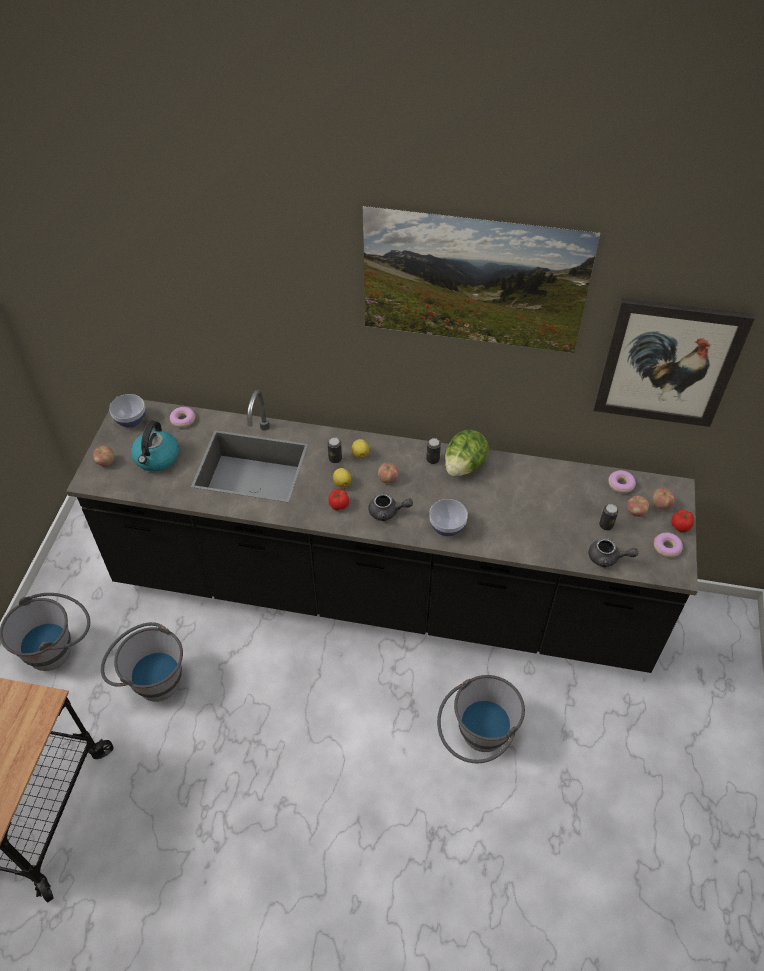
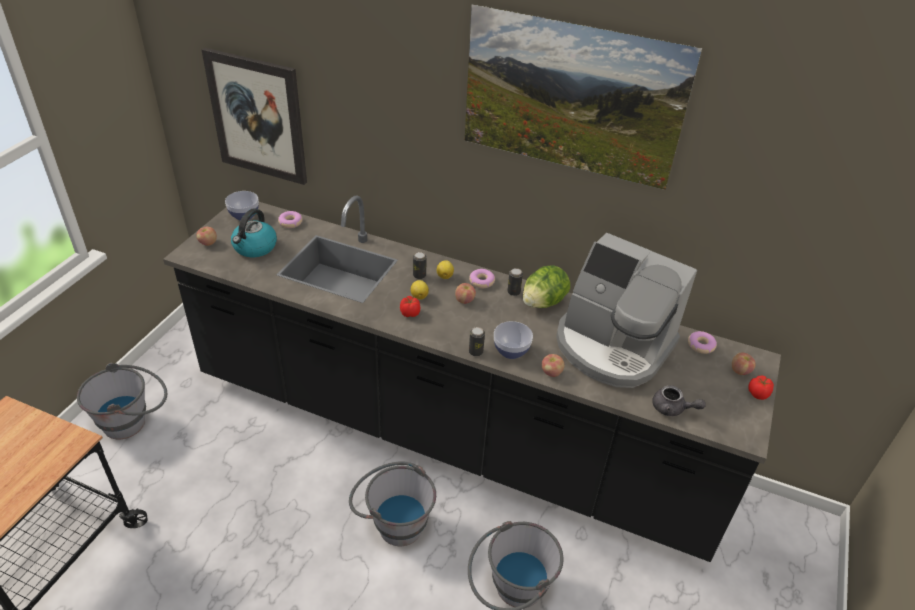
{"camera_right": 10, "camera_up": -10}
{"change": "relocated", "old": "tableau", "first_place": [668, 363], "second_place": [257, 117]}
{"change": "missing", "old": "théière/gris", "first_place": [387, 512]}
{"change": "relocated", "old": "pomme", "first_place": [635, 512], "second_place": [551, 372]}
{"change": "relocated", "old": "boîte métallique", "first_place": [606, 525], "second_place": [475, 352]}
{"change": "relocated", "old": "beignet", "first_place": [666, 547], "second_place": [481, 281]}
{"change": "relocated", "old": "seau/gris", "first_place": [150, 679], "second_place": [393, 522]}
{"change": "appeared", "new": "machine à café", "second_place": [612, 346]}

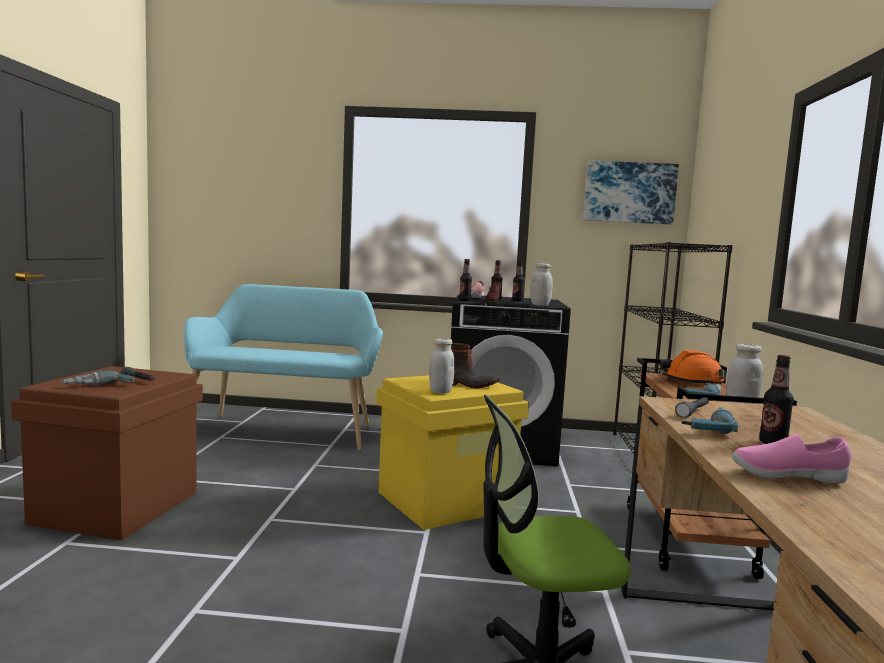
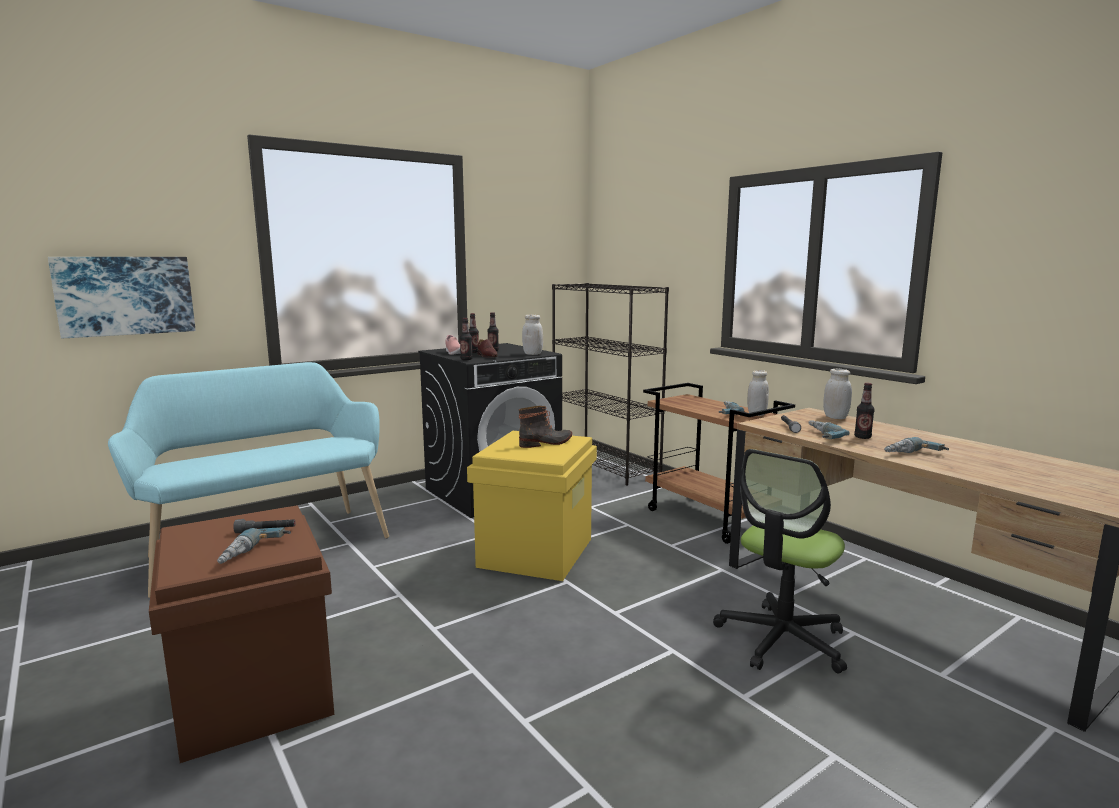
{"camera_right": -40, "camera_up": 5}
{"change": "relocated", "old": "tableau", "first_place": [629, 193], "second_place": [125, 295]}
{"change": "relocated", "old": "bocal/blanc", "first_place": [440, 391], "second_place": [835, 417]}
{"change": "missing", "old": "casque de chantier/orange", "first_place": [690, 382]}
{"change": "exchanged", "old": "chaussure/rose", "new": "perceuse", "first_place": [786, 477], "second_place": [914, 455]}

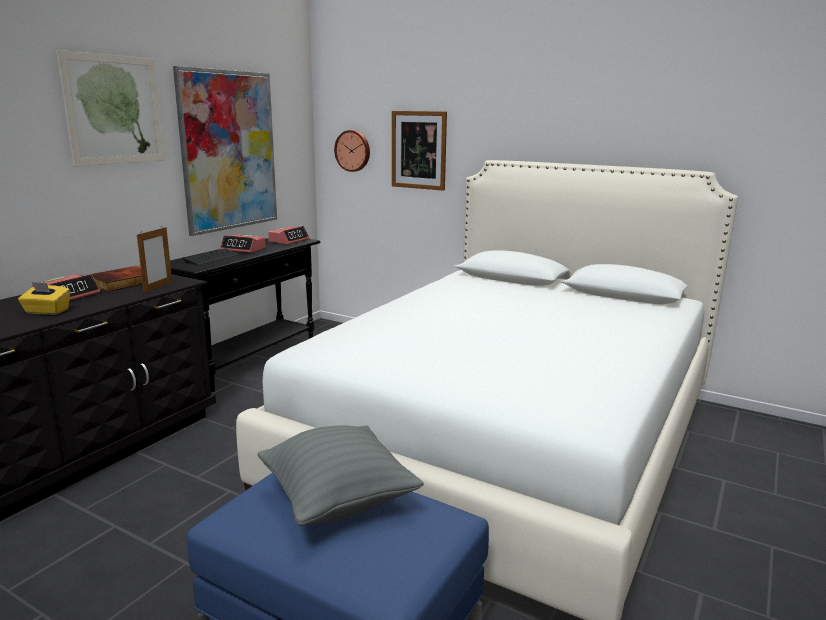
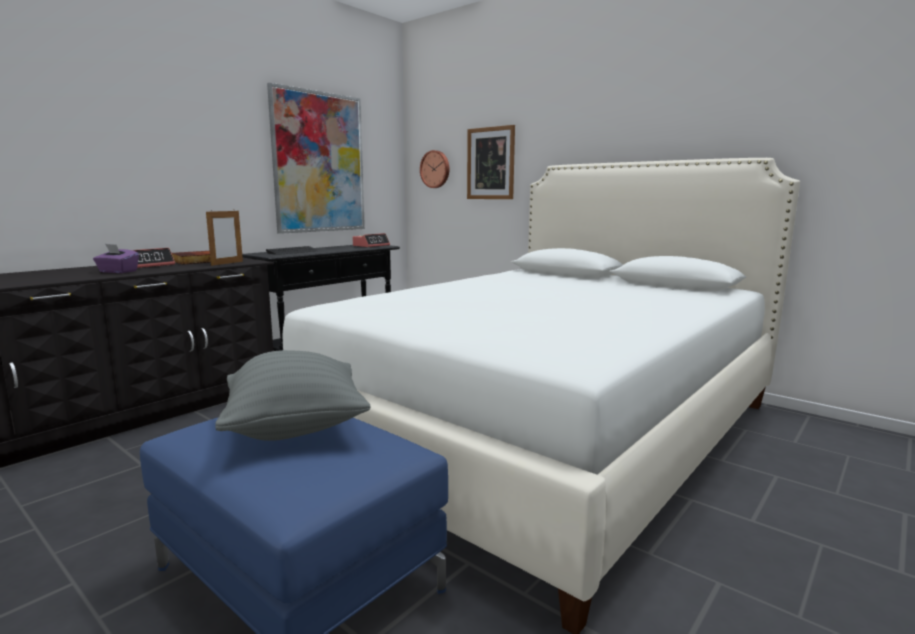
{"camera_right": 10, "camera_up": -5}
{"change": "missing", "old": "tableau", "first_place": [114, 110]}
{"change": "missing", "old": "réveil", "first_place": [243, 249]}
{"change": "colour", "old": "boîte à mouchoirs/jaune", "new": "boîte à mouchoirs/violet", "first_place": [47, 311], "second_place": [117, 272]}

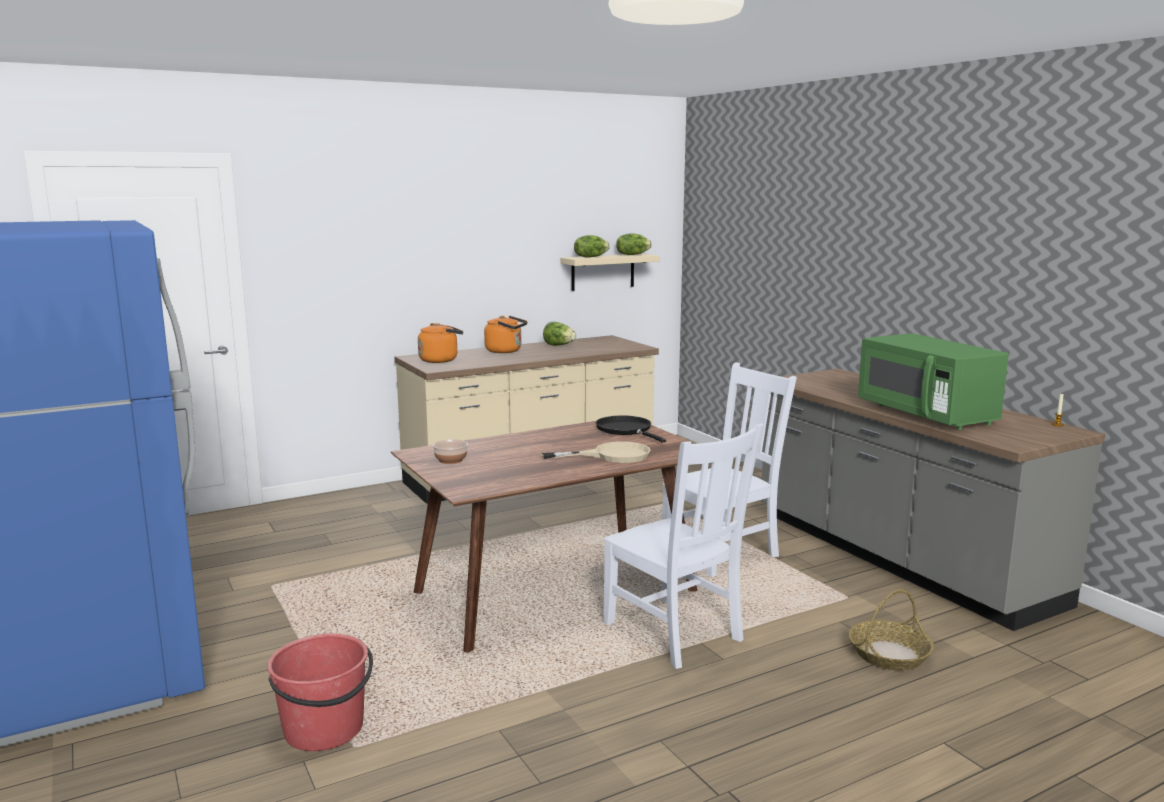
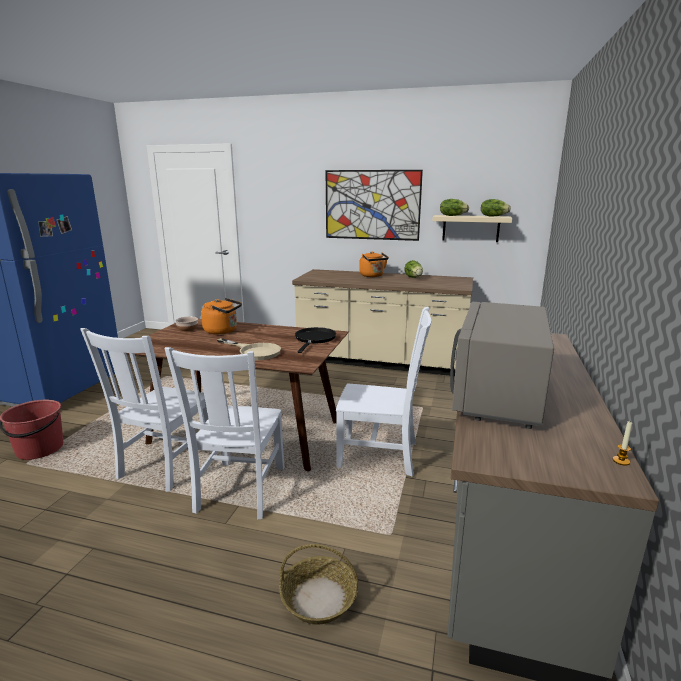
{"camera_right": 45, "camera_up": 5}
{"change": "relocated", "old": "bouilloire/orange", "first_place": [440, 360], "second_place": [223, 331]}
{"change": "colour", "old": "micro-ondes/vert", "new": "micro-ondes/gris", "first_place": [926, 414], "second_place": [497, 395]}
{"change": "appeared", "new": "tableau", "second_place": [372, 205]}
{"change": "appeared", "new": "chaise/blanc", "second_place": [165, 465]}

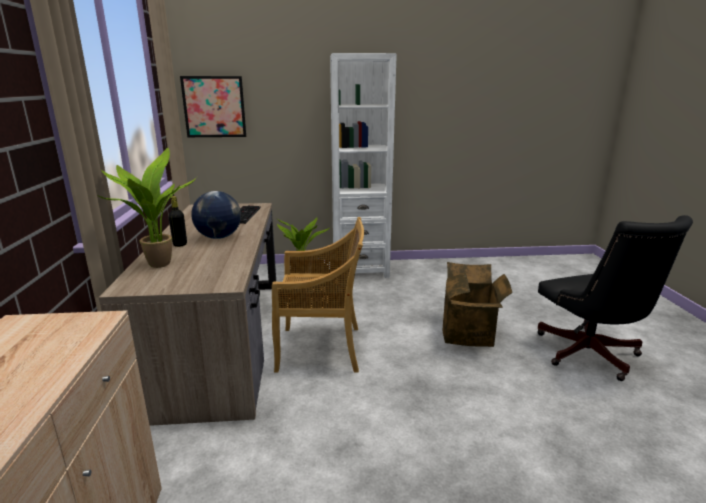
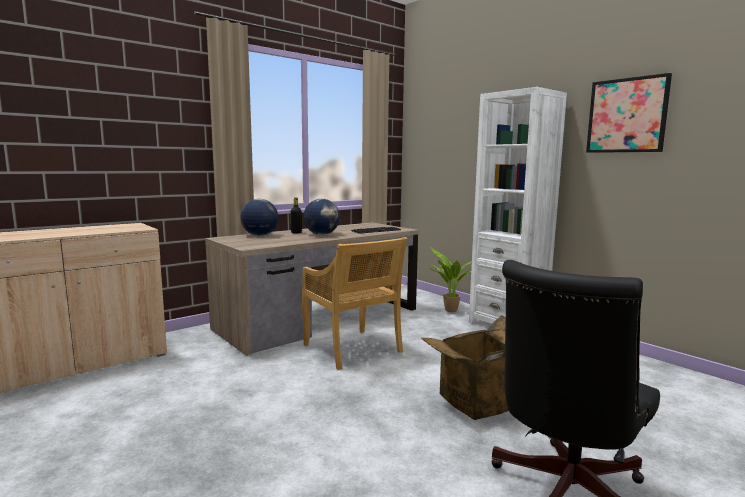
{"camera_right": 55, "camera_up": -10}
{"change": "relocated", "old": "tableau", "first_place": [214, 107], "second_place": [627, 115]}
{"change": "exchanged", "old": "plante en pot", "new": "globe", "first_place": [157, 264], "second_place": [259, 235]}

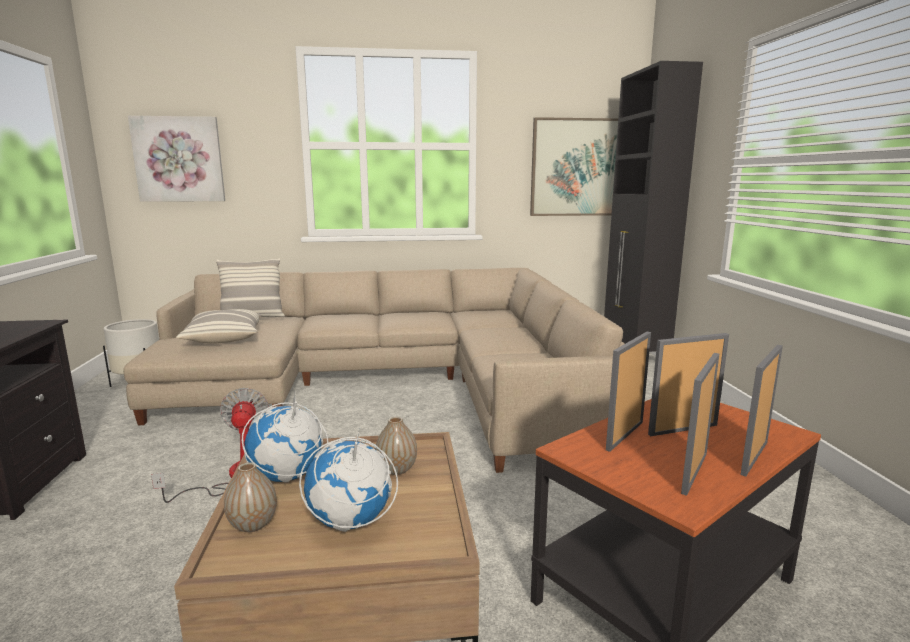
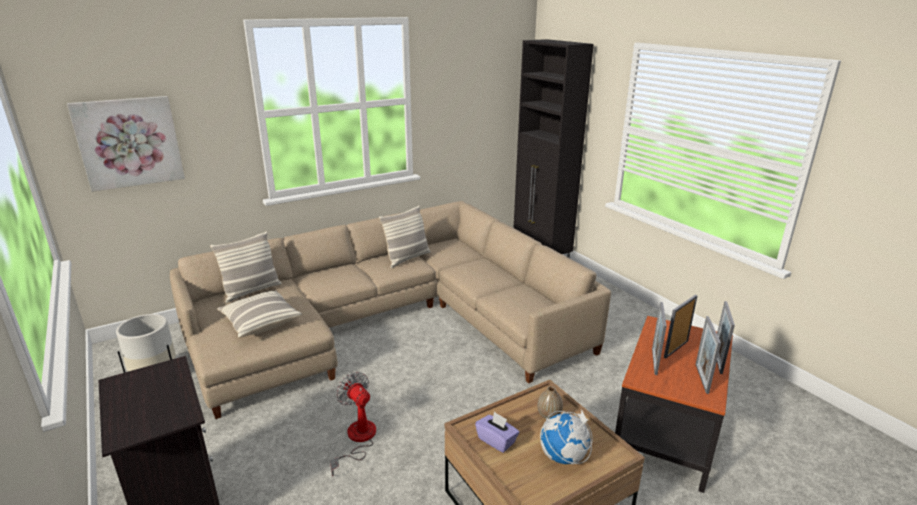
{"camera_right": -25, "camera_up": 10}
{"change": "missing", "old": "tableau", "first_place": [577, 167]}
{"change": "exchanged", "old": "globe", "new": "boîte à mouchoirs/violet", "first_place": [287, 477], "second_place": [496, 440]}
{"change": "missing", "old": "vase", "first_place": [253, 524]}
{"change": "appeared", "new": "coussin", "second_place": [407, 258]}

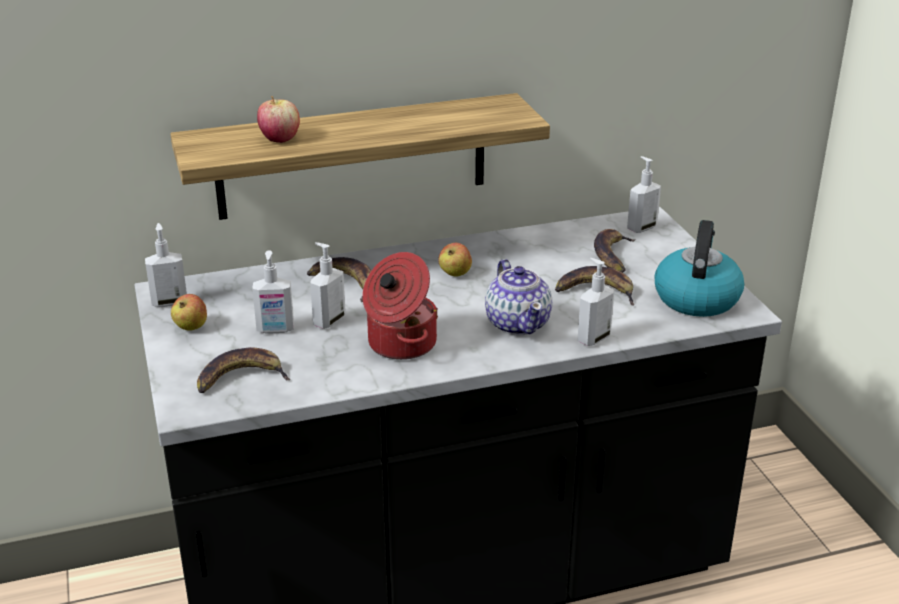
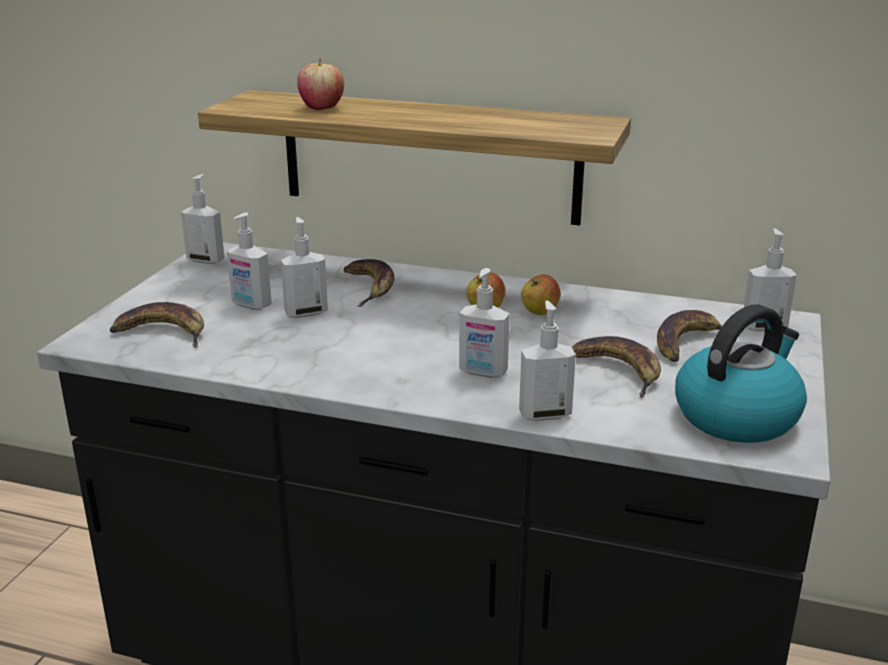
{"camera_right": 35, "camera_up": -5}
{"change": "missing", "old": "marmite", "first_place": [400, 343]}
{"change": "exchanged", "old": "théière", "new": "distributeur de savon", "first_place": [518, 323], "second_place": [482, 372]}
{"change": "relocated", "old": "pomme", "first_place": [191, 327], "second_place": [540, 312]}

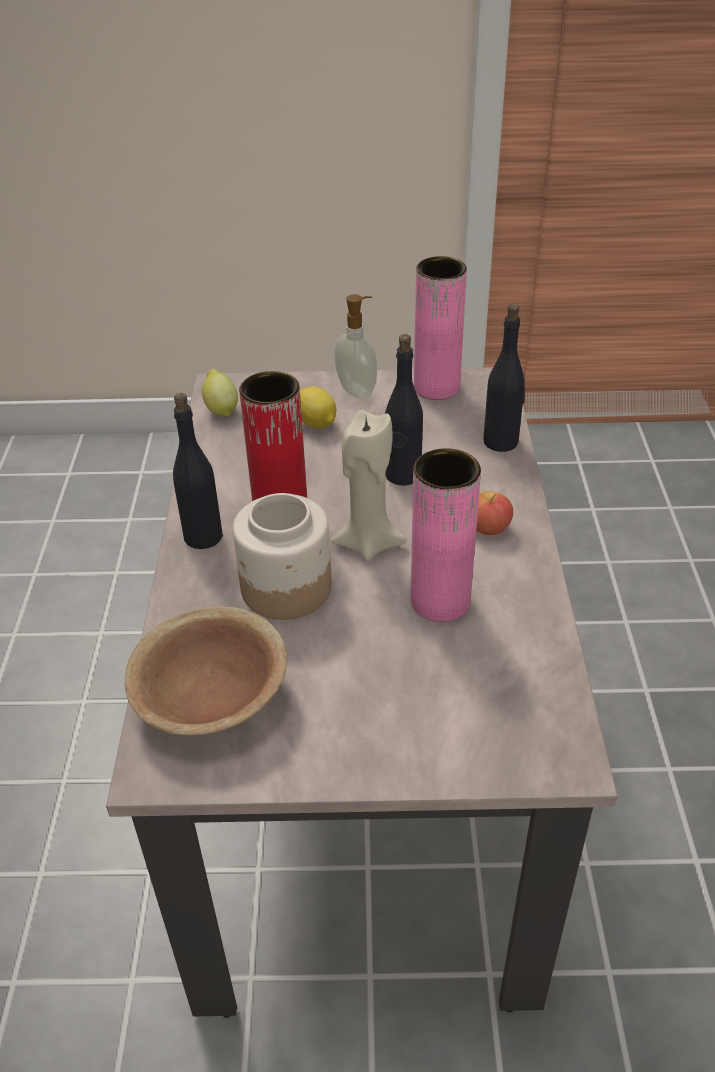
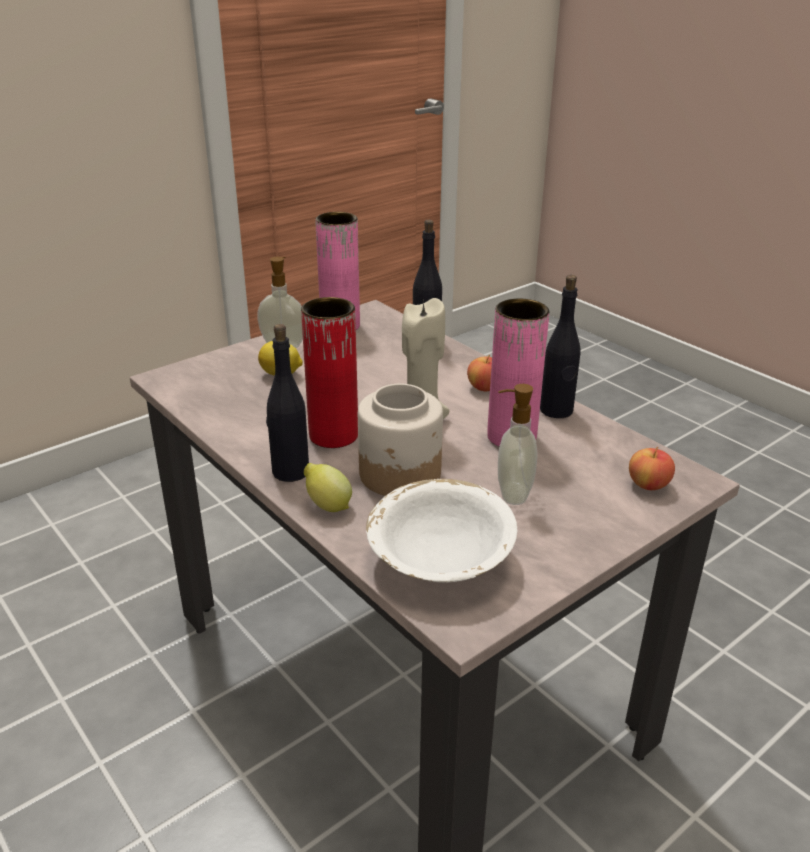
{"camera_right": -40, "camera_up": -10}
{"change": "relocated", "old": "bouteille/noir", "first_place": [402, 475], "second_place": [556, 410]}
{"change": "relocated", "old": "citron", "first_place": [221, 409], "second_place": [327, 506]}
{"change": "colour", "old": "bol/marron", "new": "bol/blanc", "first_place": [211, 697], "second_place": [440, 560]}
{"change": "appeared", "new": "distributeur de savon", "second_place": [512, 493]}
{"change": "appeared", "new": "pomme", "second_place": [648, 484]}

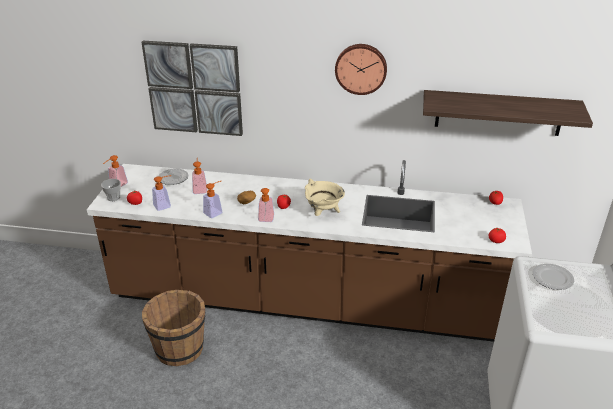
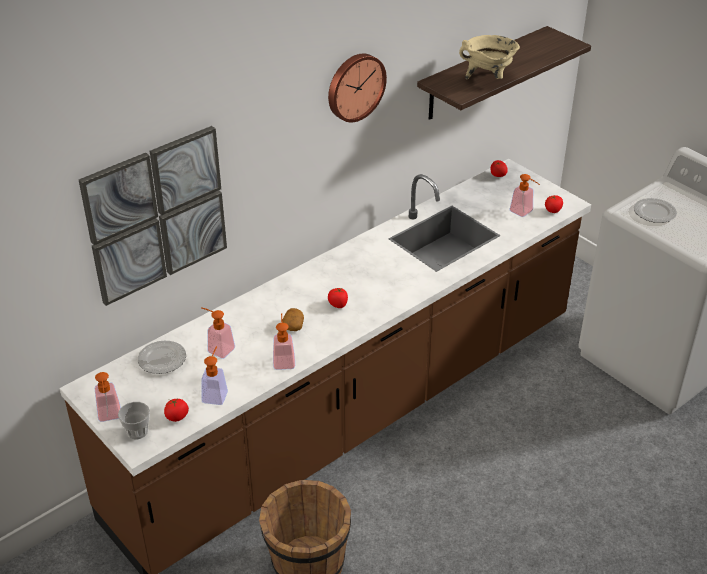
{"camera_right": -50, "camera_up": 5}
{"change": "relocated", "old": "marmite/beige", "first_place": [323, 213], "second_place": [488, 78]}
{"change": "relocated", "old": "distributeur de savon", "first_place": [265, 220], "second_place": [524, 212]}

